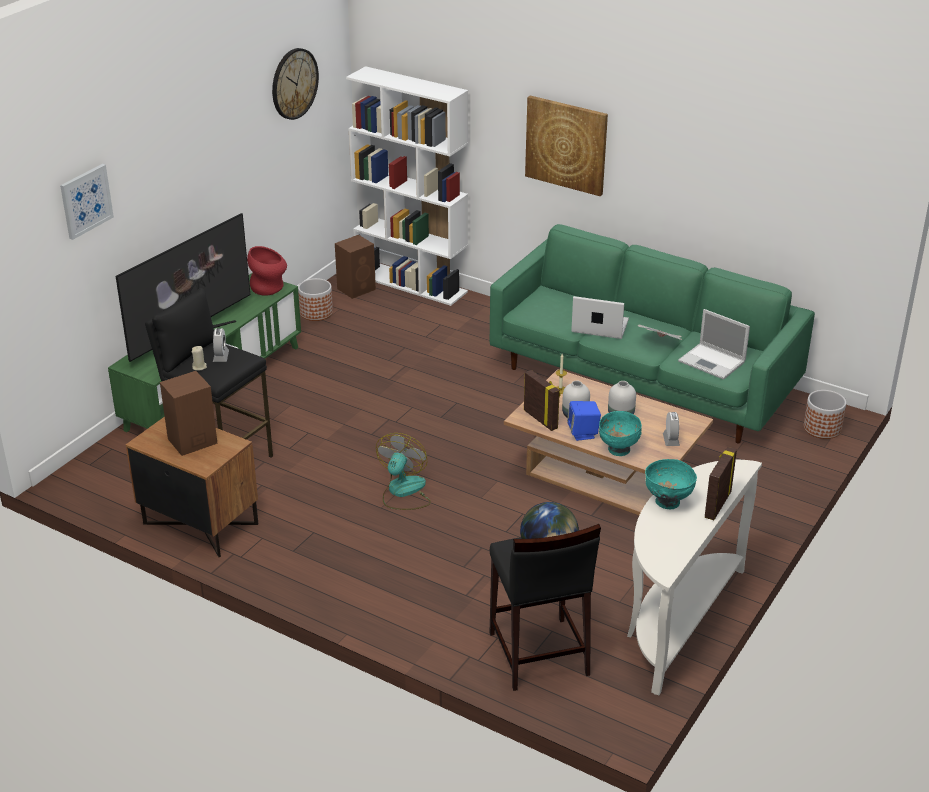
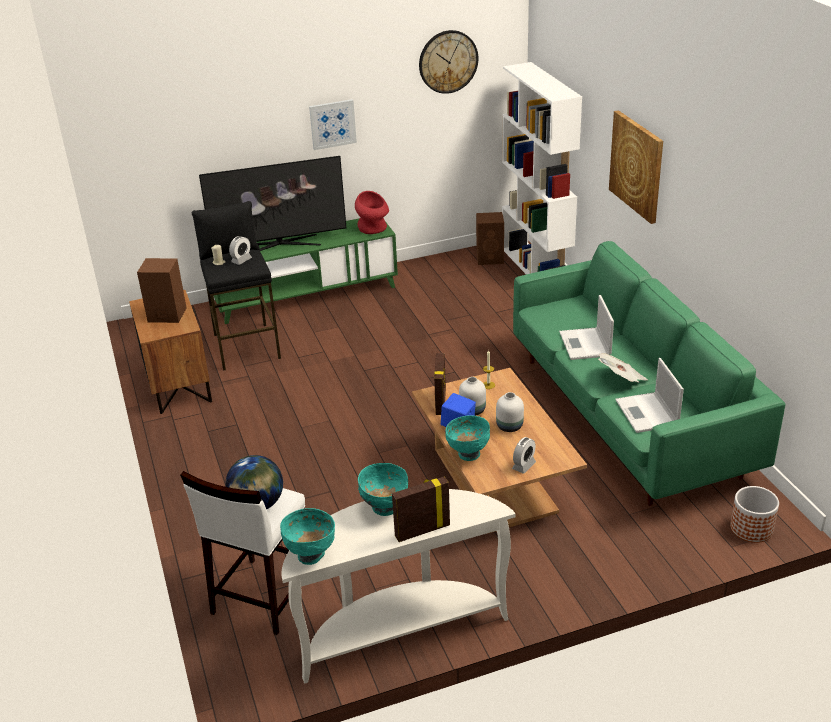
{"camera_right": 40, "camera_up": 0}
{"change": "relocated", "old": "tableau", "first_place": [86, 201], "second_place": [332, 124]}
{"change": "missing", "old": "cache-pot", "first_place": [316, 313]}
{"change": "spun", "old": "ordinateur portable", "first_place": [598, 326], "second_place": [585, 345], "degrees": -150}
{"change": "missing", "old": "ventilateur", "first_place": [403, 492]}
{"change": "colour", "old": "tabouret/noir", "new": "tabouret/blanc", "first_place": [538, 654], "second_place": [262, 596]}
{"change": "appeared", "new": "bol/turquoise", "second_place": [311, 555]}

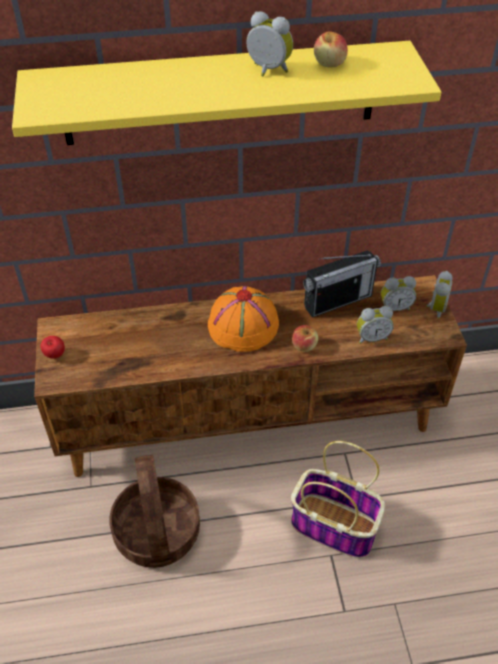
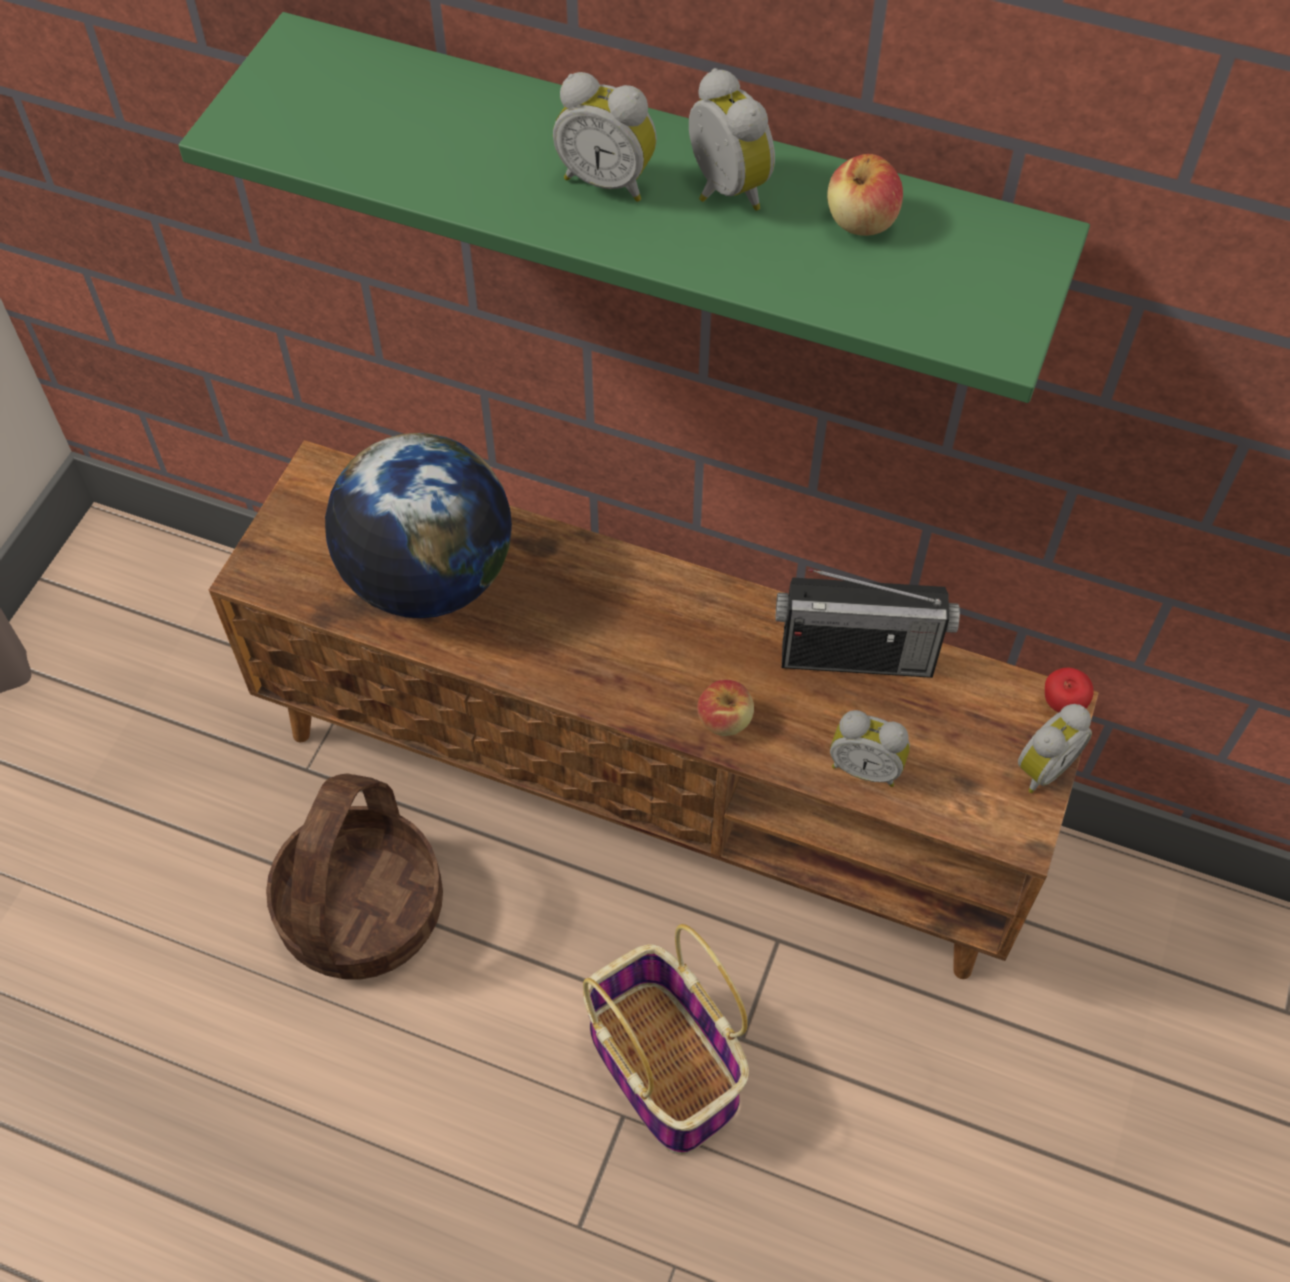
{"camera_right": 30, "camera_up": 10}
{"change": "colour", "old": "étagère/jaune", "new": "étagère/vert", "first_place": [220, 94], "second_place": [665, 184]}
{"change": "relocated", "old": "réveil", "first_place": [394, 307], "second_place": [608, 180]}
{"change": "missing", "old": "chapeau/orange", "first_place": [243, 326]}
{"change": "relocated", "old": "pomme", "first_place": [55, 356], "second_place": [1062, 705]}
{"change": "appeared", "new": "globe", "second_place": [428, 578]}

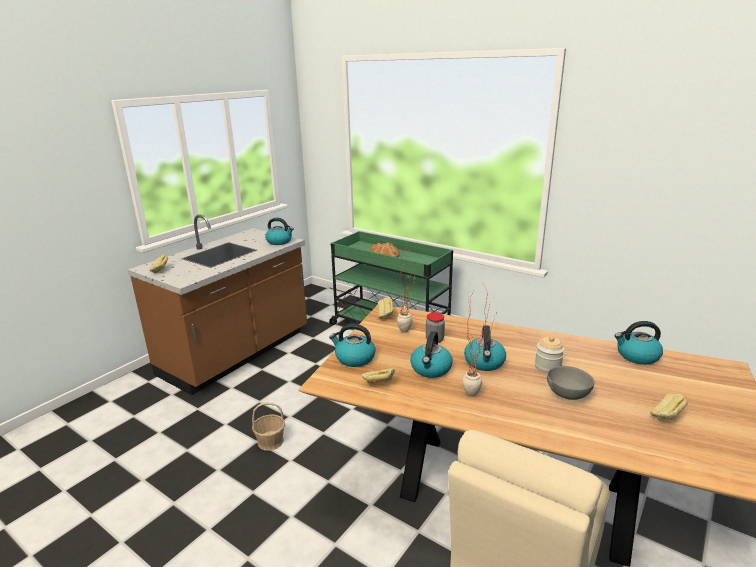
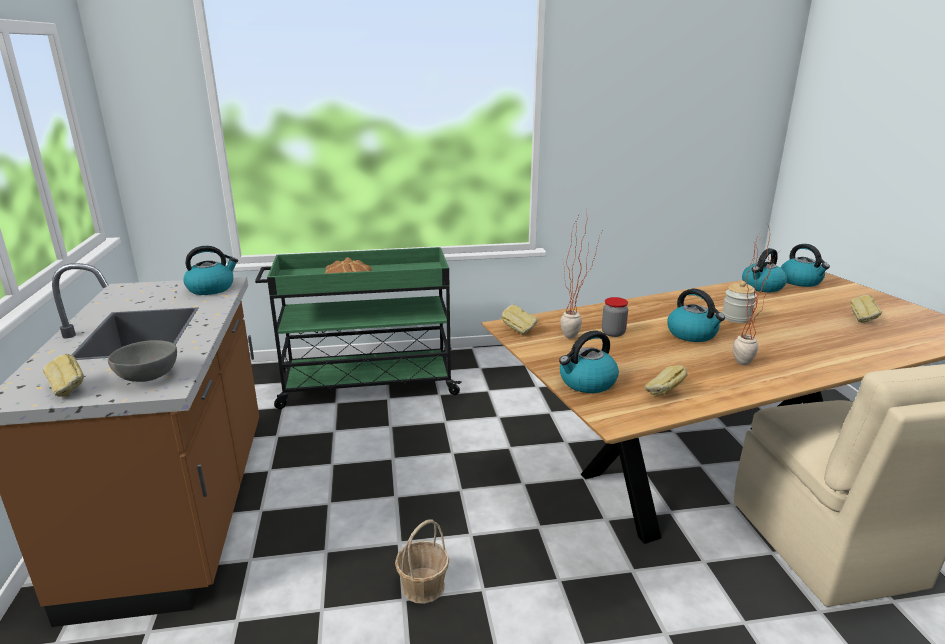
{"camera_right": -45, "camera_up": 0}
{"change": "relocated", "old": "bouilloire", "first_place": [431, 369], "second_place": [801, 281]}
{"change": "relocated", "old": "bol/gris", "first_place": [566, 394], "second_place": [146, 378]}

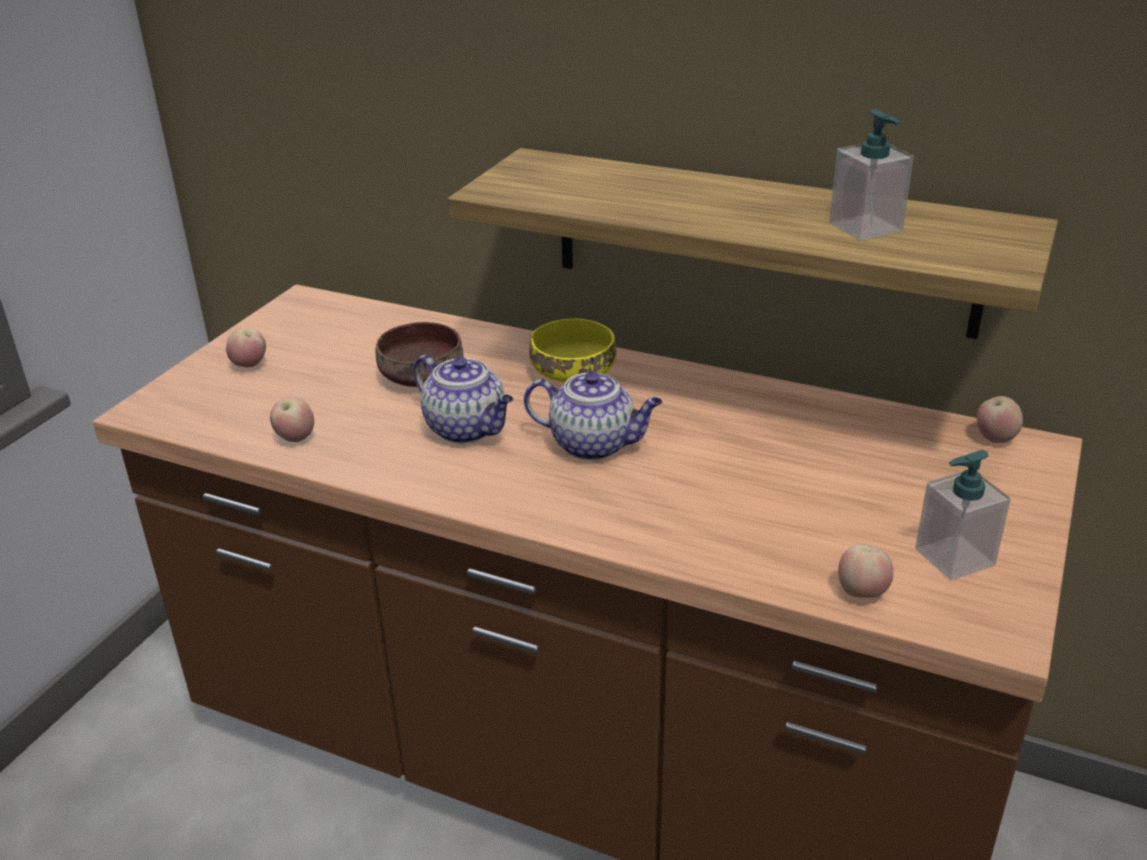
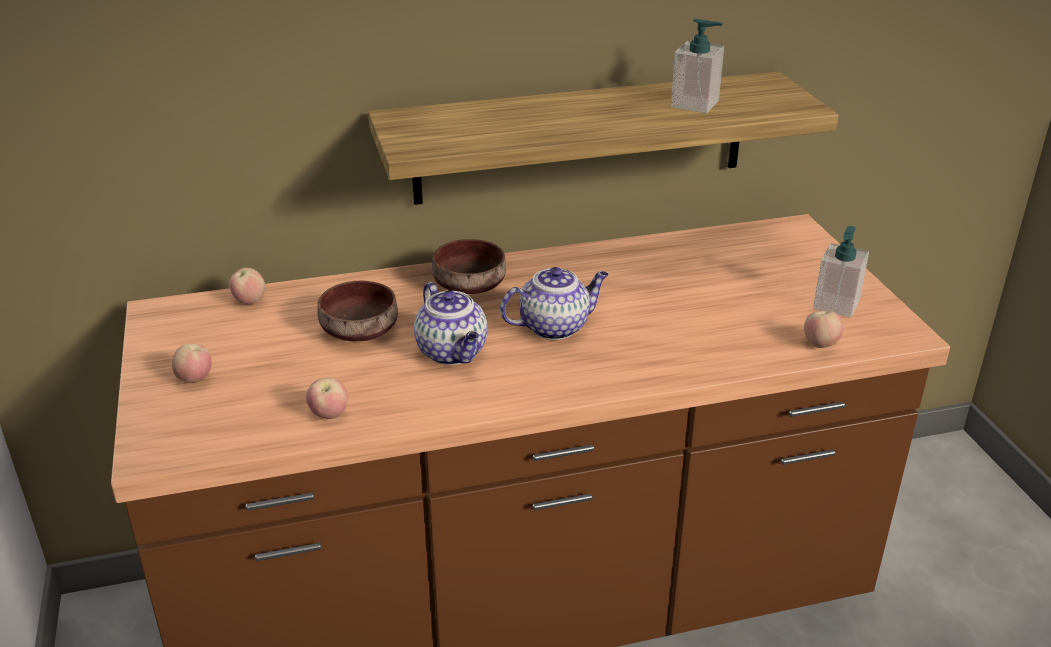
{"camera_right": -40, "camera_up": 0}
{"change": "colour", "old": "bol/jaune", "new": "bol/marron", "first_place": [575, 373], "second_place": [471, 285]}
{"change": "spun", "old": "théière", "first_place": [467, 429], "second_place": [453, 353], "degrees": 60}
{"change": "relocated", "old": "pomme", "first_place": [995, 438], "second_place": [249, 301]}

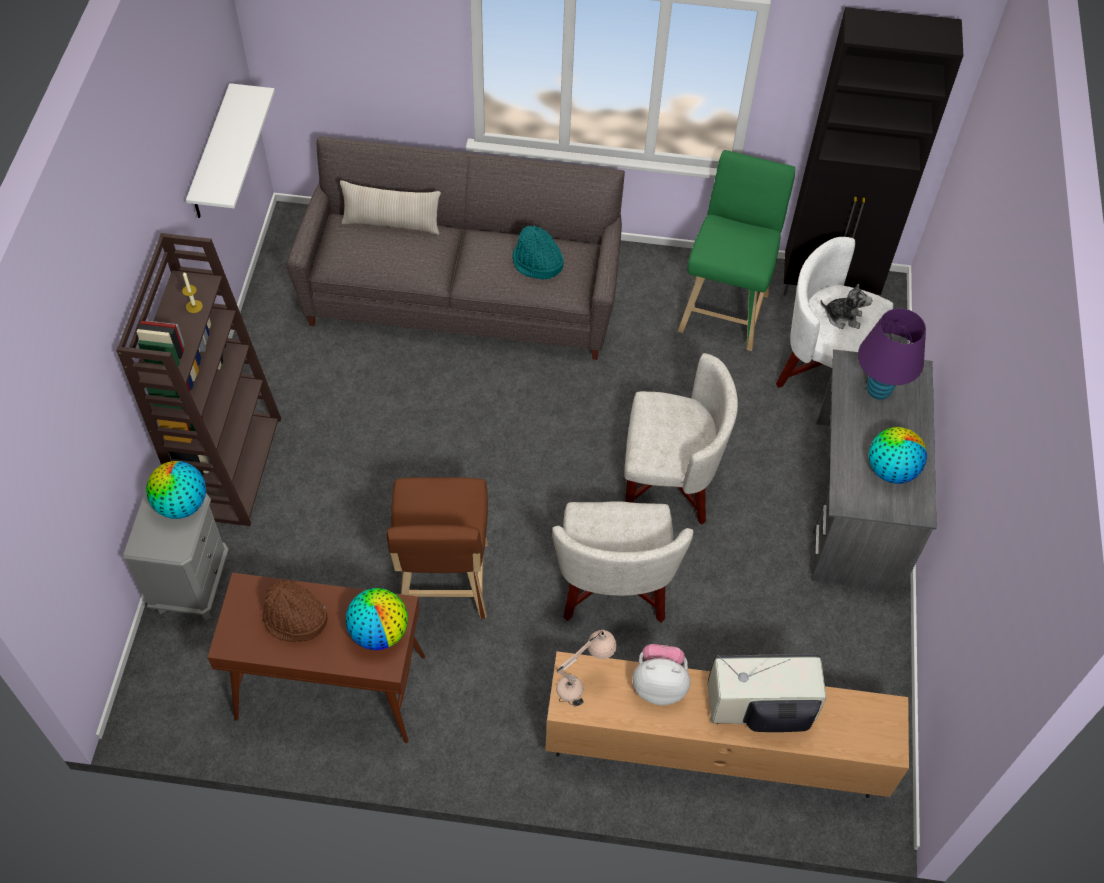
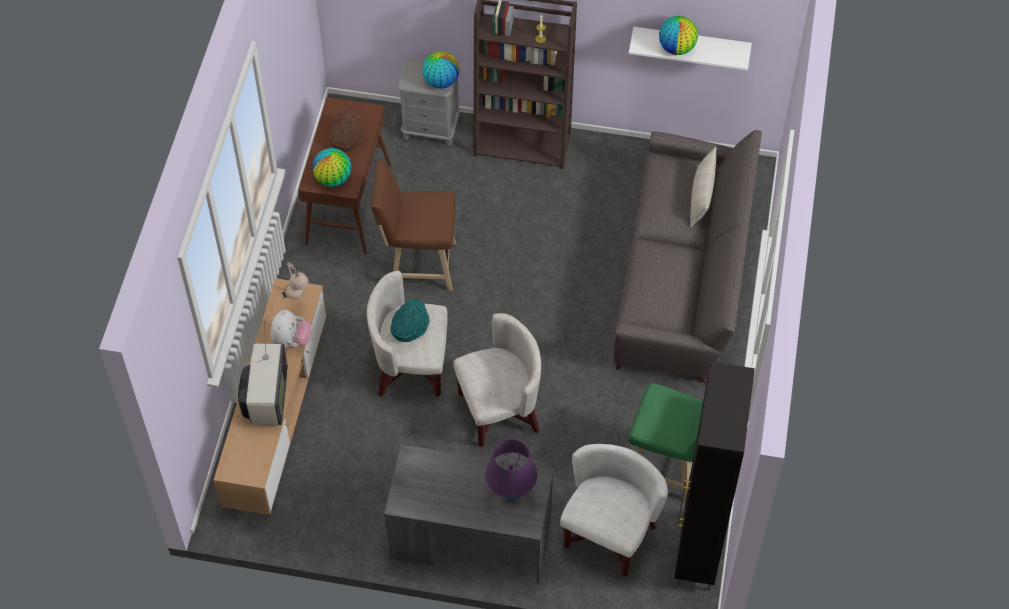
{"camera_right": 95, "camera_up": 0}
{"change": "relocated", "old": "chapeau/turquoise", "first_place": [537, 263], "second_place": [409, 326]}
{"change": "missing", "old": "peluche", "first_place": [843, 317]}
{"change": "spun", "old": "fauteuil/blanc", "first_place": [670, 479], "second_place": [499, 411], "degrees": -120}
{"change": "relocated", "old": "globe", "first_place": [890, 470], "second_place": [677, 48]}

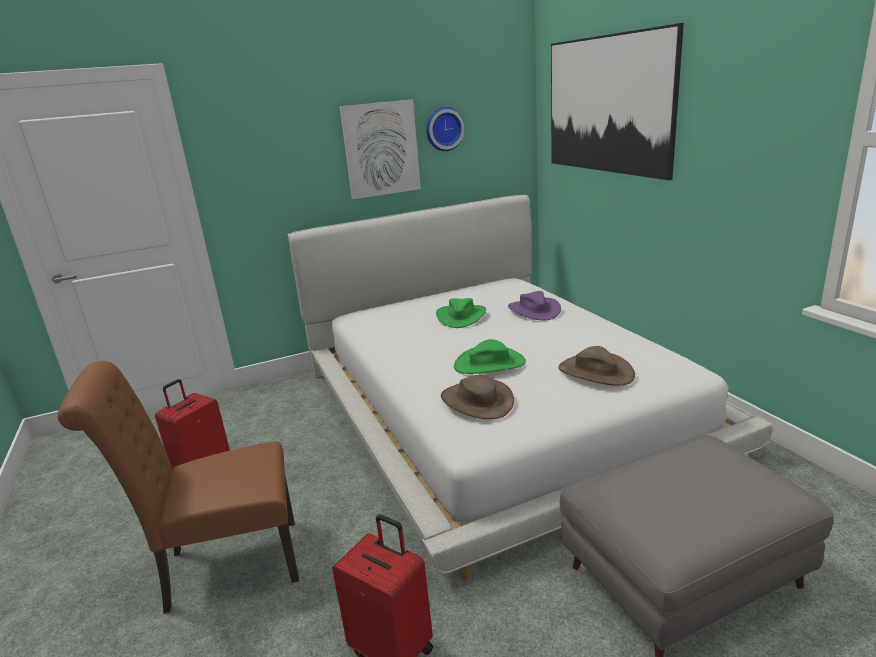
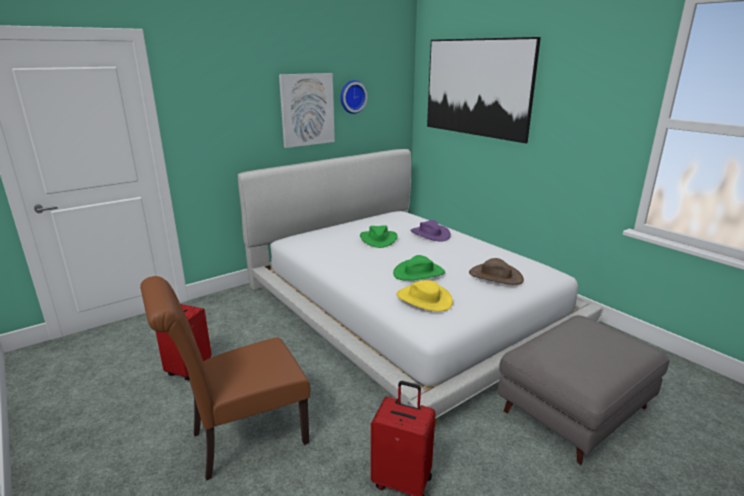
{"camera_right": -15, "camera_up": 0}
{"change": "colour", "old": "chapeau/marron", "new": "chapeau/jaune", "first_place": [477, 401], "second_place": [424, 299]}

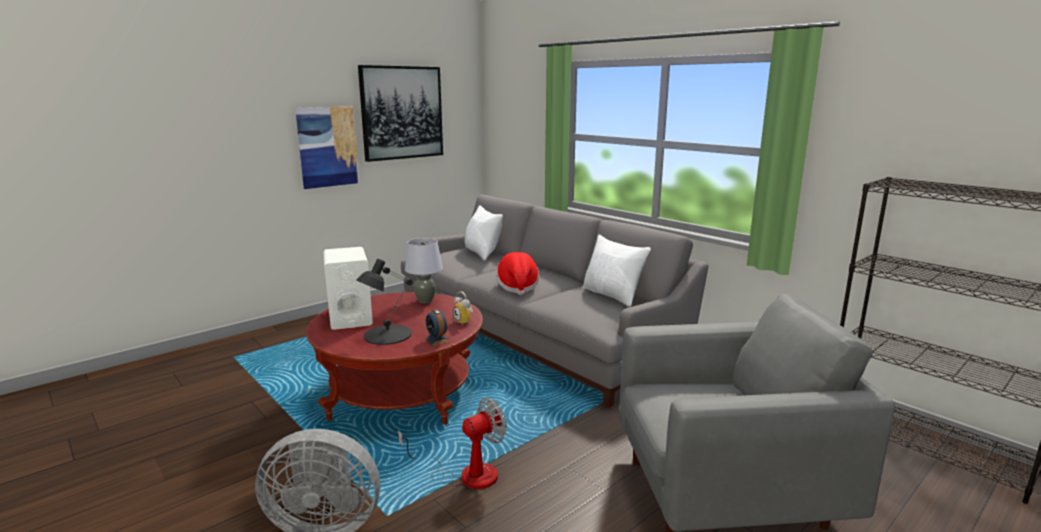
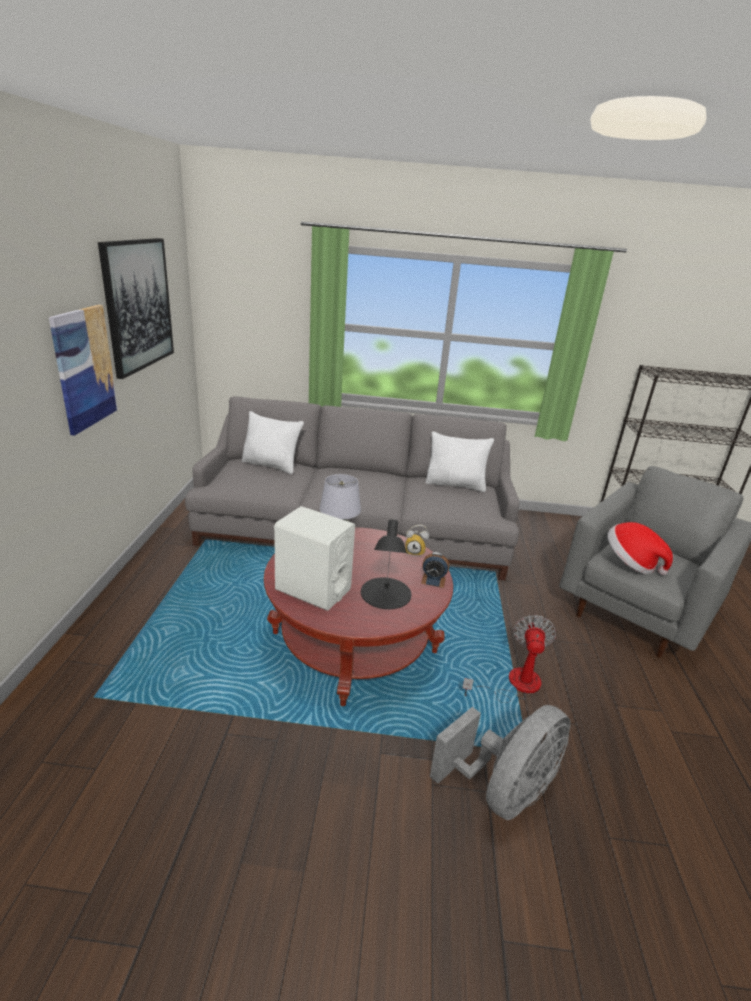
{"camera_right": -45, "camera_up": 10}
{"change": "relocated", "old": "chapeau", "first_place": [517, 287], "second_place": [630, 563]}

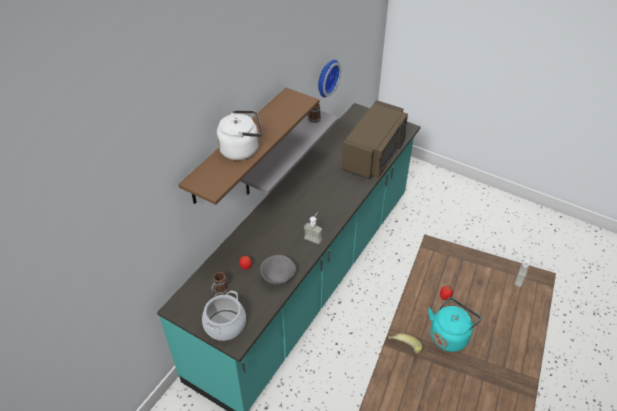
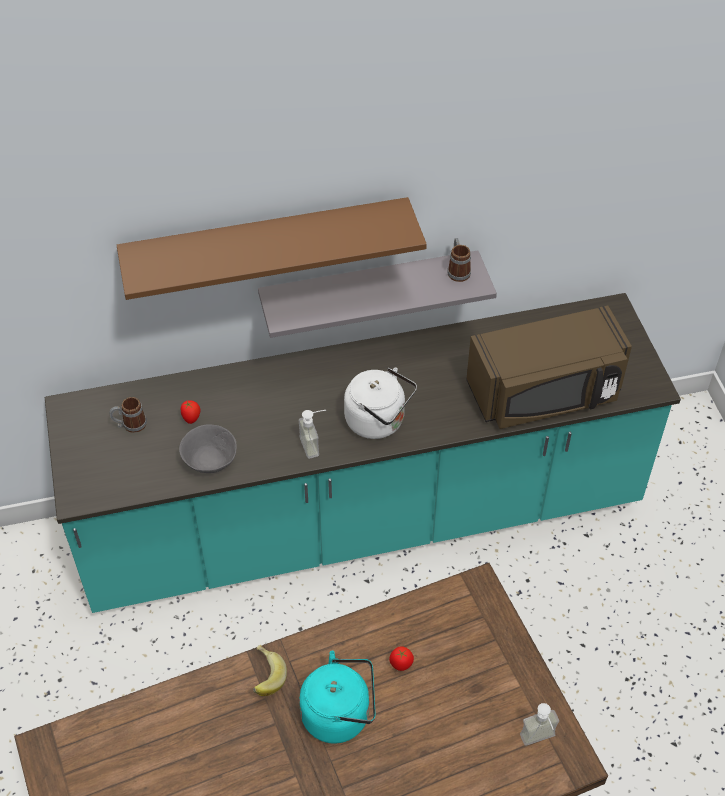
{"camera_right": 45, "camera_up": 5}
{"change": "missing", "old": "horloge murale", "first_place": [326, 77]}
{"change": "relocated", "old": "bouilloire/blanc", "first_place": [242, 149], "second_place": [378, 421]}
{"change": "missing", "old": "marmite", "first_place": [225, 325]}

